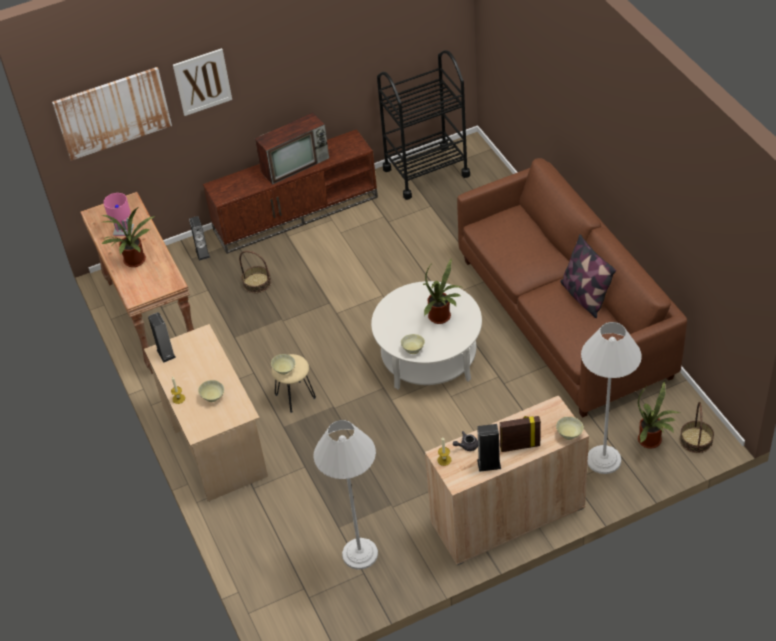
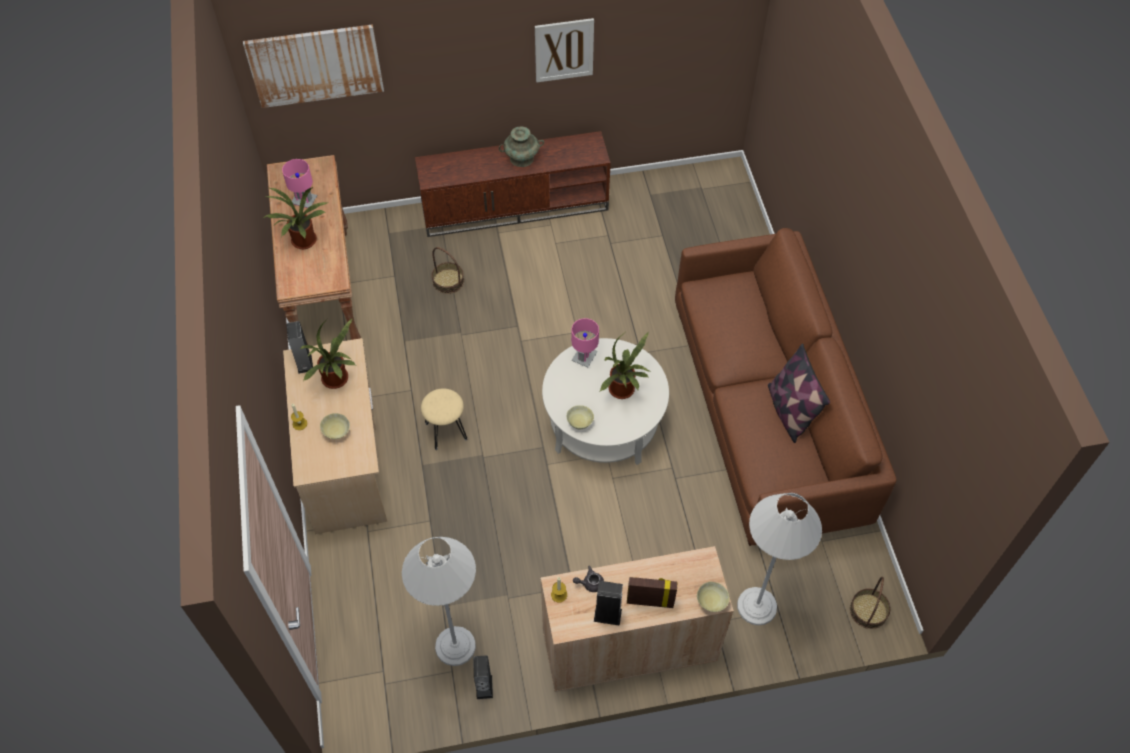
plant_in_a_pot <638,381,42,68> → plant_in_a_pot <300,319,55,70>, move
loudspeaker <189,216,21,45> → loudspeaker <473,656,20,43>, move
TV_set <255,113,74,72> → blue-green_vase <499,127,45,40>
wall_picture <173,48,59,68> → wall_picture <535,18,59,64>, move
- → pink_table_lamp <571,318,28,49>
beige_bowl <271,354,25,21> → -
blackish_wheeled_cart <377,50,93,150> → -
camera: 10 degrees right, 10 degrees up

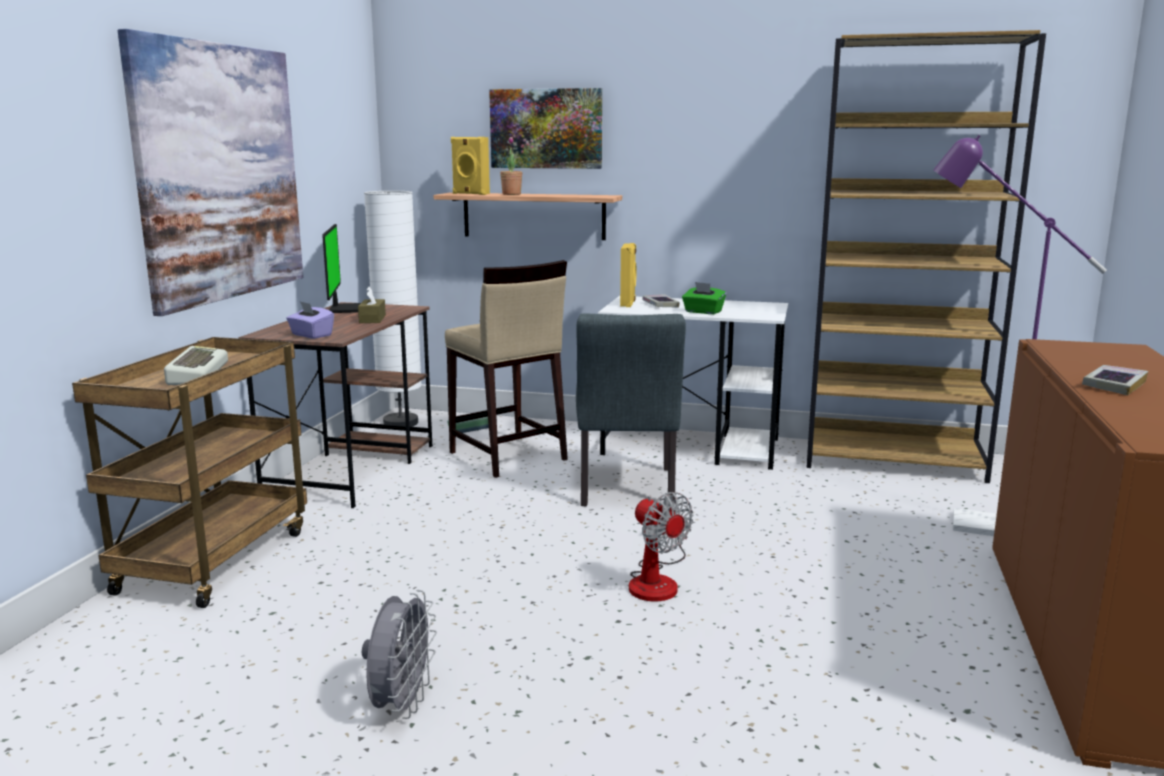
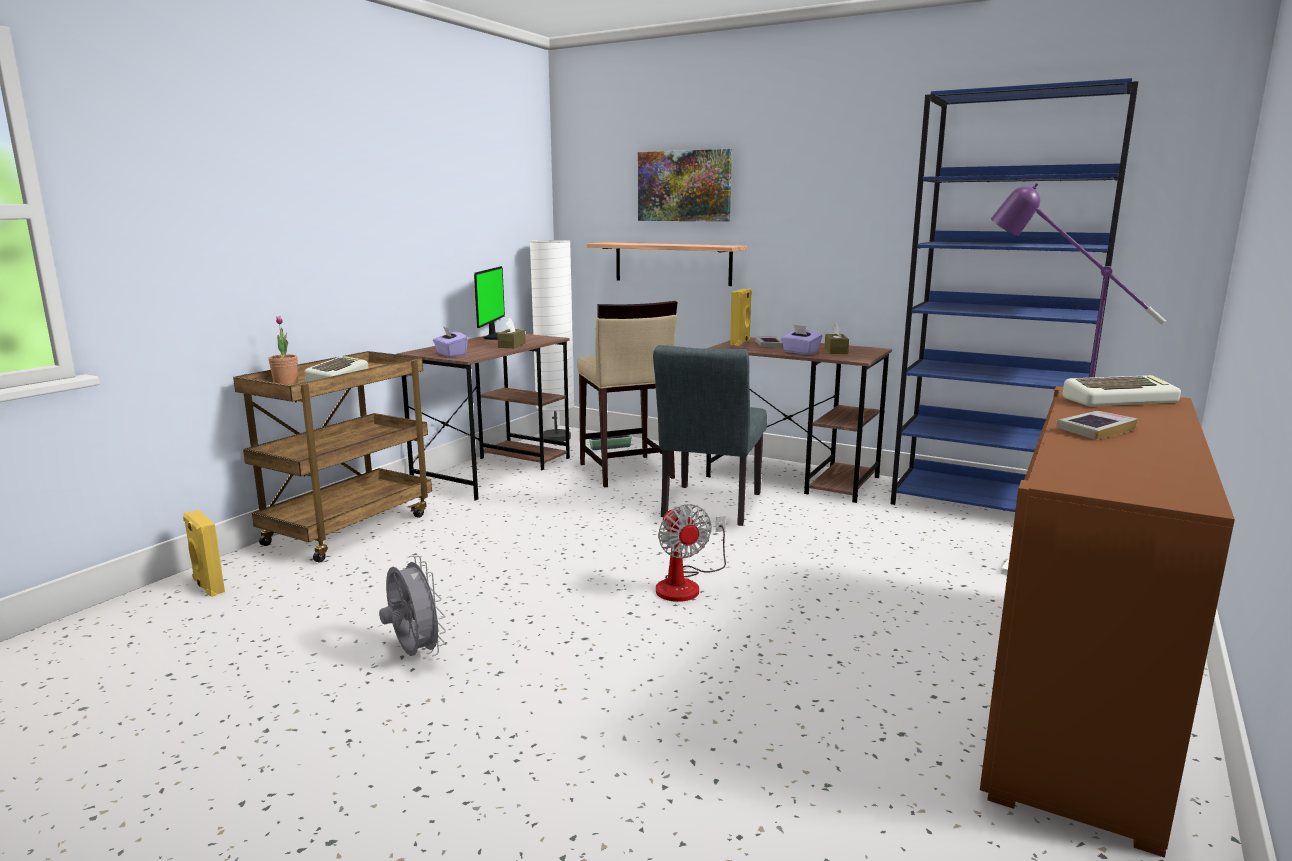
yellow-coloured_loudspeaker <451,137,39,58> → yellow-coloured_loudspeaker <183,510,42,87>, move
plant_in_a_pot <500,137,22,58> → plant_in_a_pot <268,316,30,69>, move
grey_electric_fan <362,590,75,129> → grey_electric_fan <379,555,67,102>, 60 degrees counterclockwise
white-coloured_desk_unit <598,296,190,174> → brownish_desk_unit <706,337,186,166>
greenish_box_of_tissues <682,282,44,32> → purplish_box_of_tissues <781,325,41,30>
- → brownish_box_of_tissues <825,322,24,32>
brownish_shelving_unit <806,30,240,453> → blue_shelving_unit <891,78,248,434>
- → keyboard <1063,375,118,31>
wall_picture <118,29,185,287> → -
camera: 15 degrees right, 0 degrees up

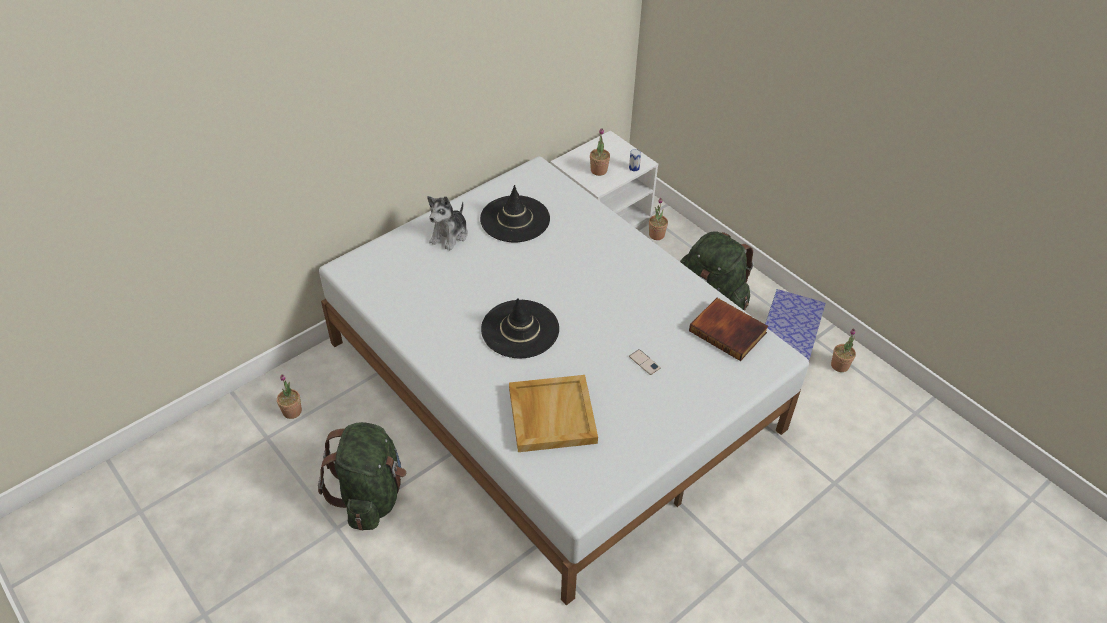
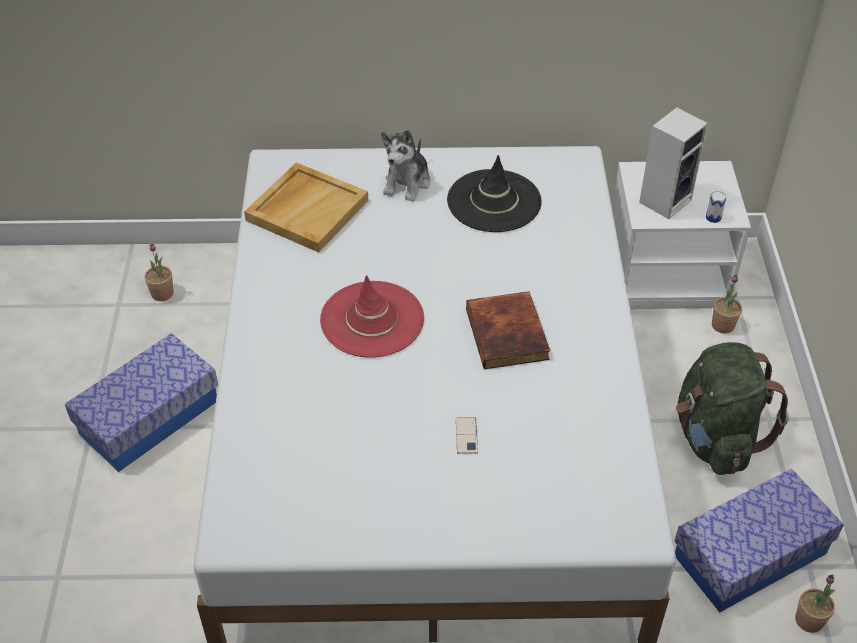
greenish_knapsack <318,422,88,108> → storage_box <65,333,153,139>
beige_tray <509,375,89,77> → beige_tray <244,162,124,90>, move
blackish_clothing_hat <481,298,78,60> → red_clothing_hat <320,275,104,83>
cuddly_toy <428,196,40,54> → cuddly_toy <381,130,50,72>, 45 degrees counterclockwise
bound_book <689,298,79,63> → bound_book <466,291,84,78>, move
plant_in_a_pot <590,128,20,48> → loudspeaker <639,107,69,112>
camera: 40 degrees right, 0 degrees up

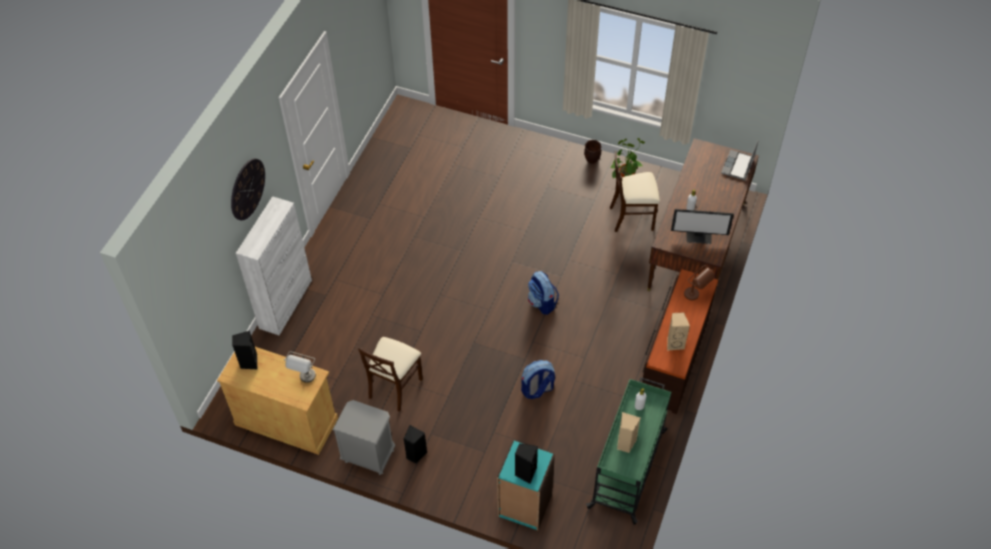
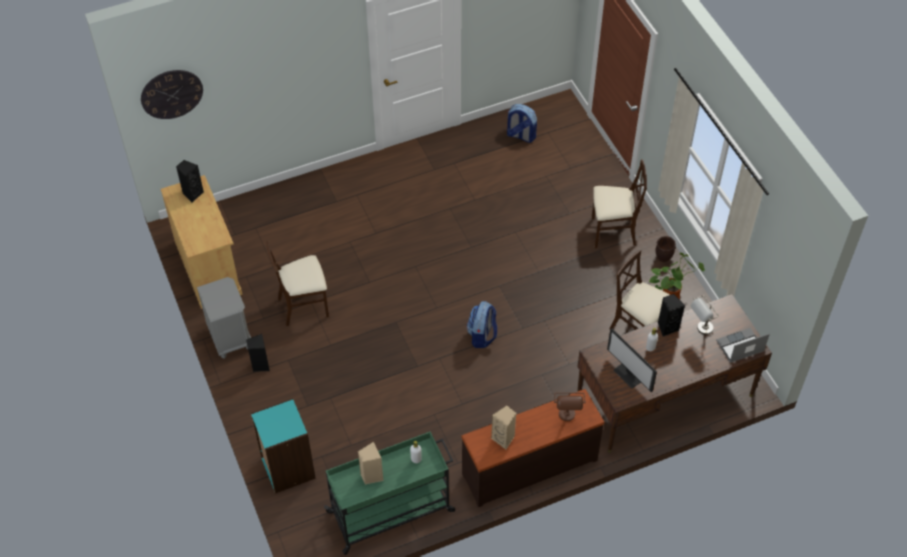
clock_on_the_wall <231,159,34,61> → clock_on_the_wall <141,70,62,49>, move
knapsack <521,360,34,39> → knapsack <507,104,30,39>, move
- → beige_upright_chair <591,159,56,89>
blackish_loudspeaker <515,443,23,41> → blackish_loudspeaker <658,294,27,43>, move
grey_table_lamp <284,351,32,32> → grey_table_lamp <691,296,28,39>, move
white-coloured_cabinet <236,196,76,139> → -
camera: 45 degrees right, 0 degrees up

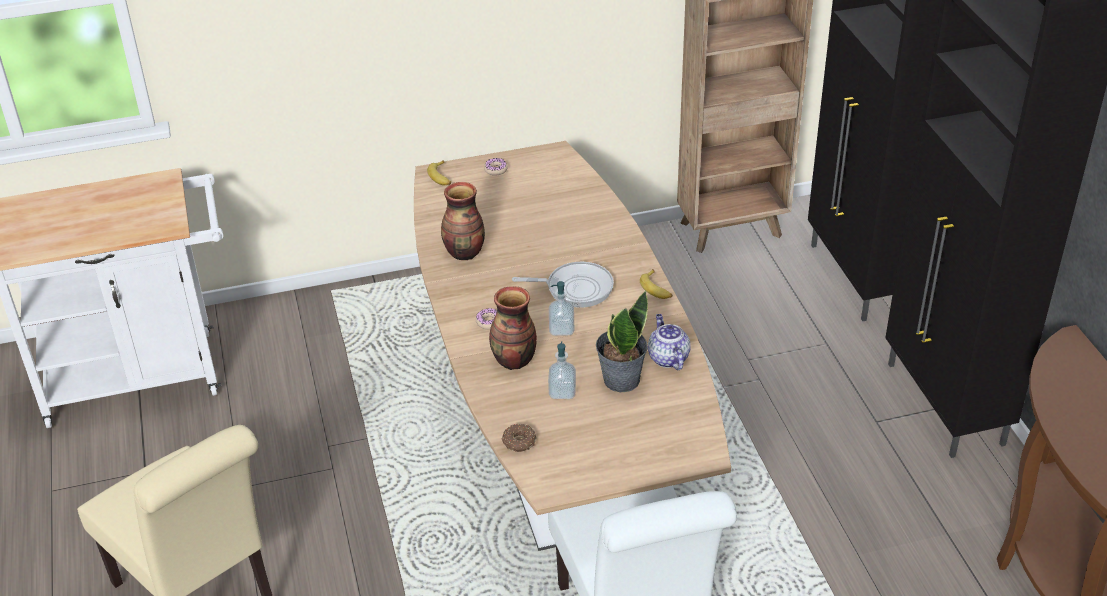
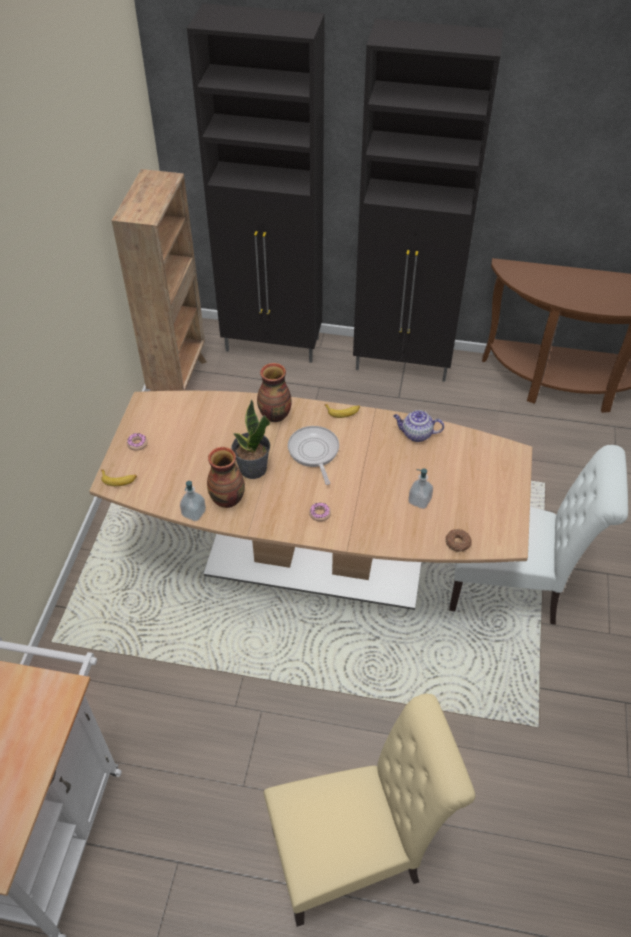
soap_bottle <549,281,25,55> → soap_bottle <180,481,26,40>, move
plant_in_a_pot <596,291,52,101> → plant_in_a_pot <231,399,39,80>, move
vase <489,286,48,84> → vase <257,363,35,59>, move
skillet <512,262,102,46> → skillet <288,426,51,59>, 45 degrees counterclockwise
camera: 65 degrees left, 10 degrees up

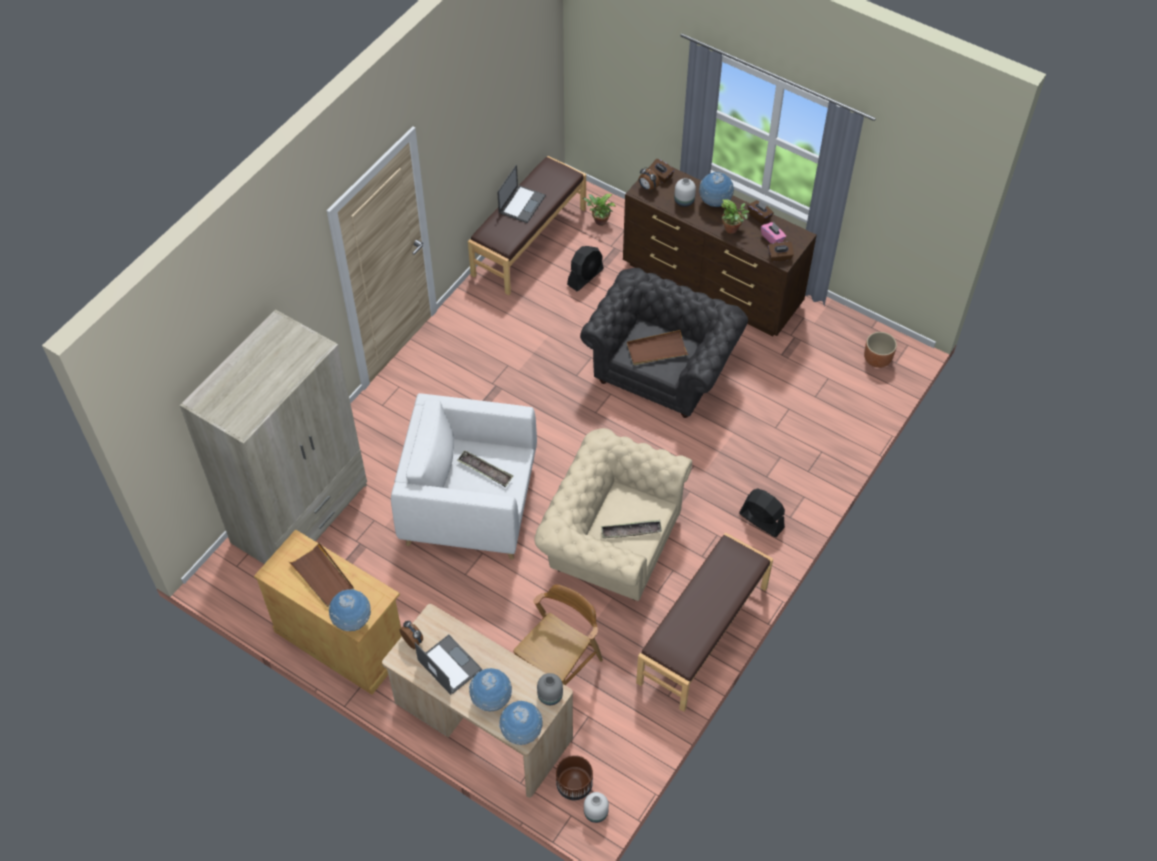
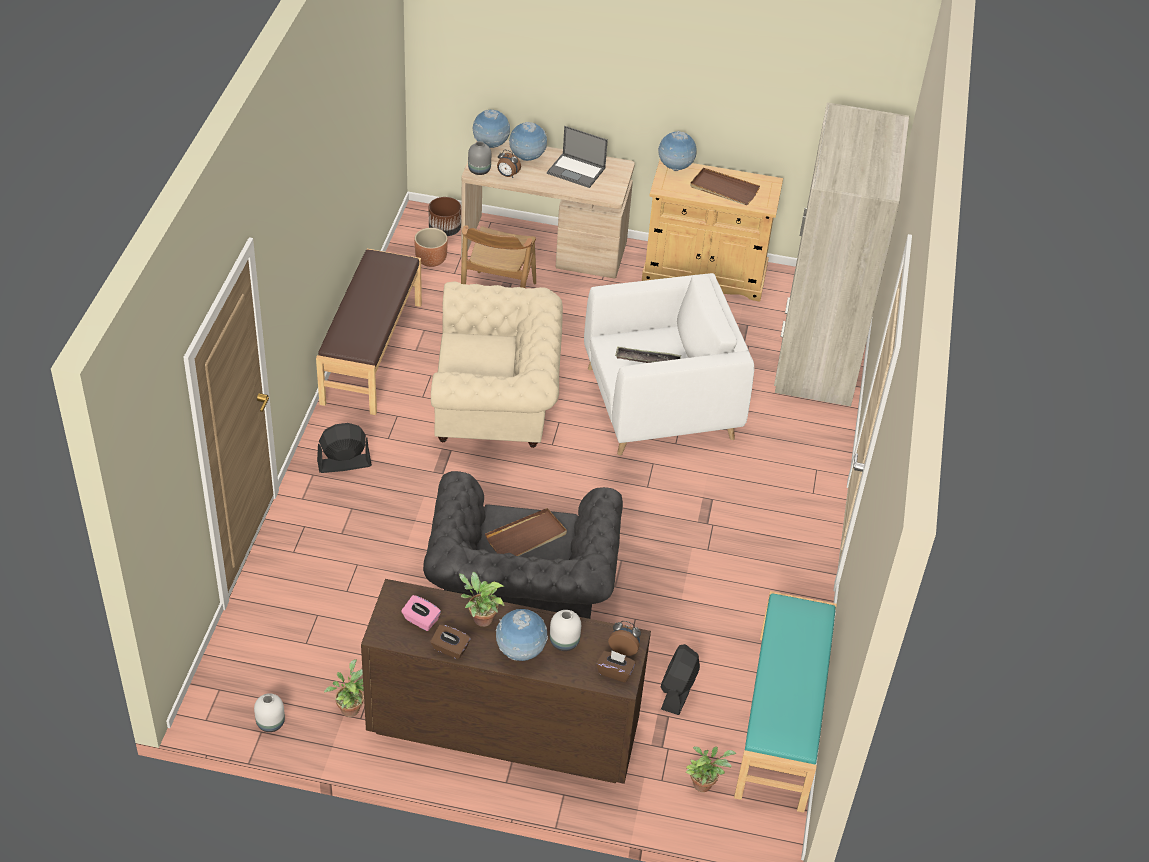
white-coloured_vase <584,792,25,31> → white-coloured_vase <254,693,31,39>, move
blackish_electric_fan <739,488,46,49> → blackish_electric_fan <317,423,55,50>, 150 degrees clockwise
- → plant_in_a_pot <324,659,40,58>
brownish_flower_pot <864,332,33,36> → brownish_flower_pot <414,228,34,39>, move
table_clock <399,621,24,28> → table_clock <497,150,24,28>, move
brownish_bench <468,156,118,139> → blue-green_bench <734,591,103,222>
laptop <497,165,49,58> → -
tray <601,520,61,18> → -
brownish_box_of_tissues <768,242,26,20> → -
camera: 155 degrees right, 10 degrees down

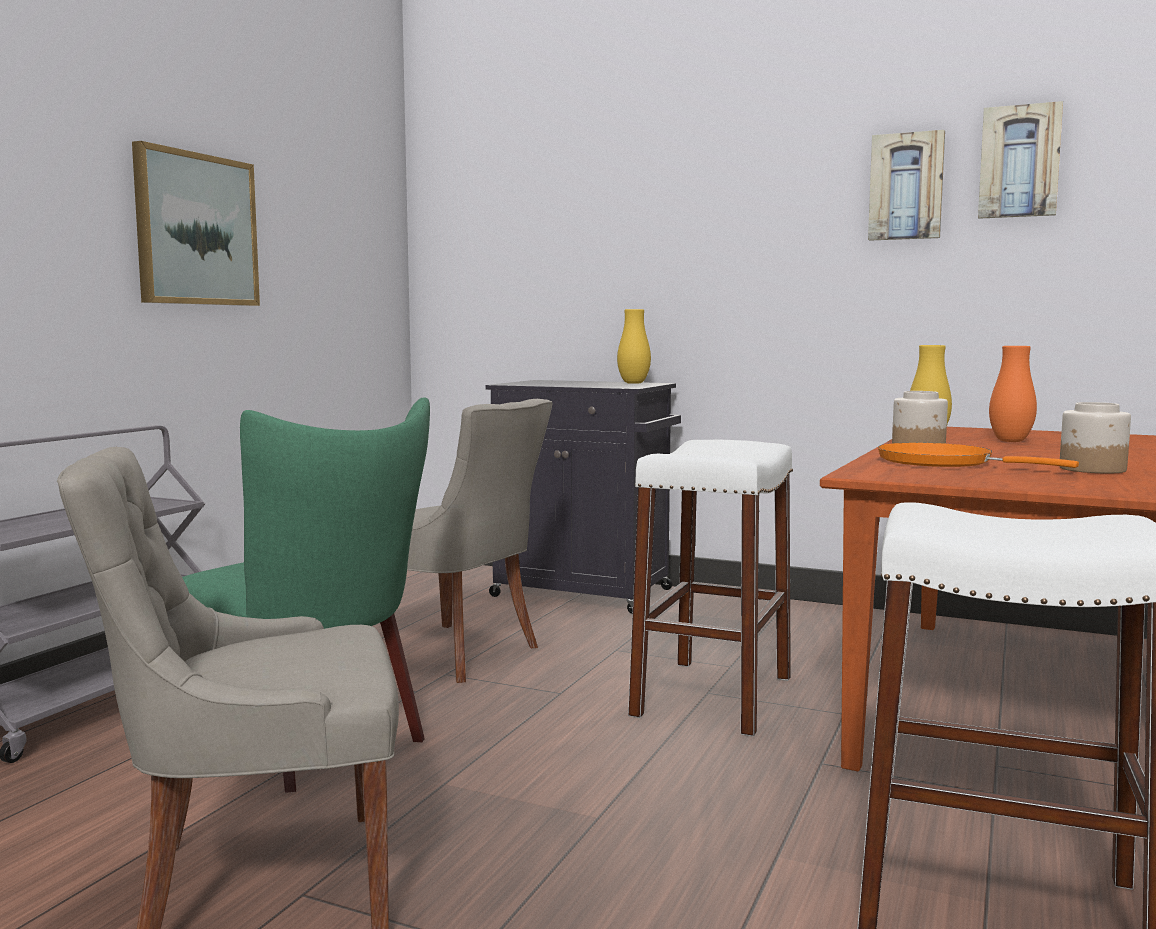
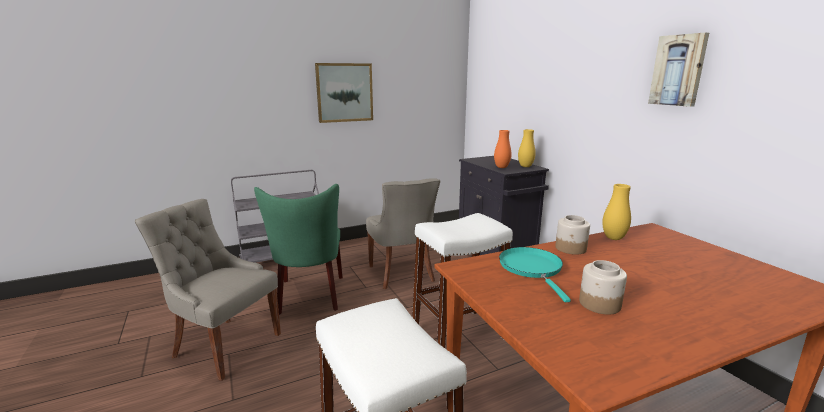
orangey_vase <989,346,48,96> → orangey_vase <494,130,18,38>, move
orangey_skillet <878,443,201,25> → blue-green_skillet <499,247,72,55>
wall_picture <978,101,85,118> → -
camera: 40 degrees right, 10 degrees up

